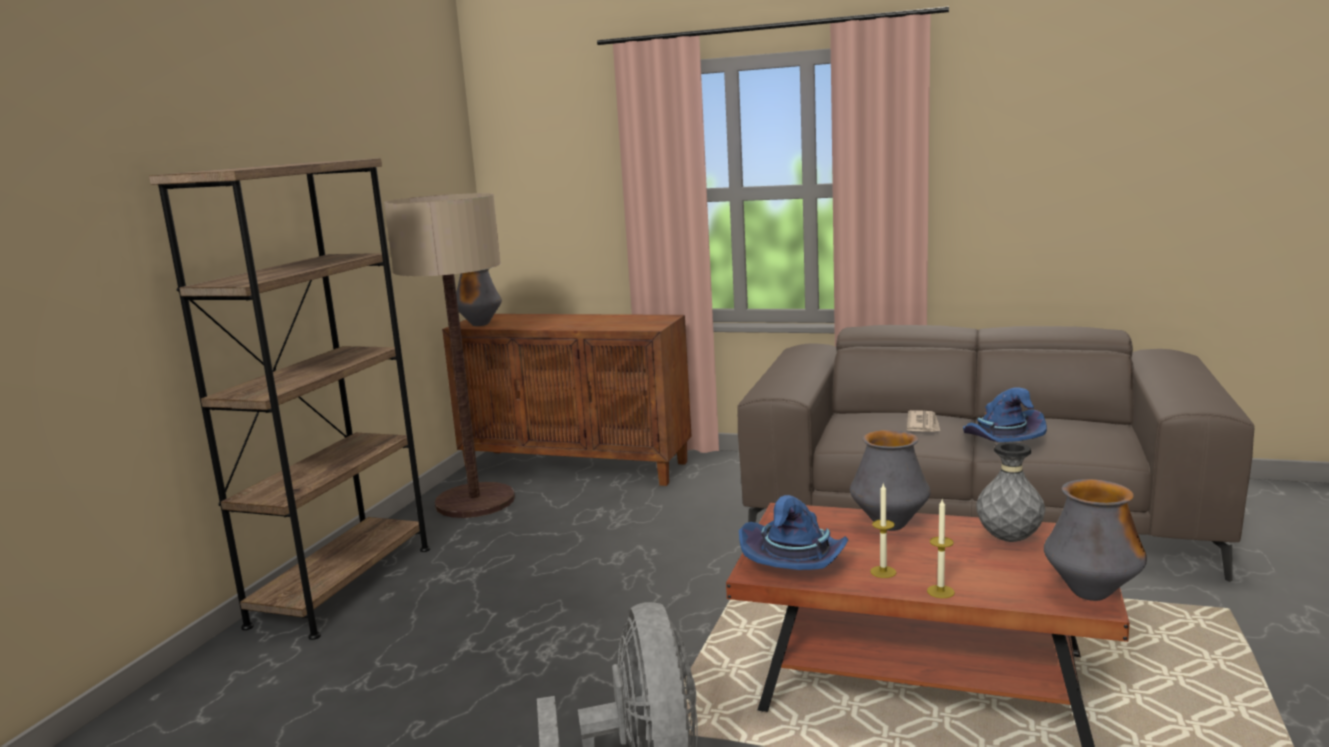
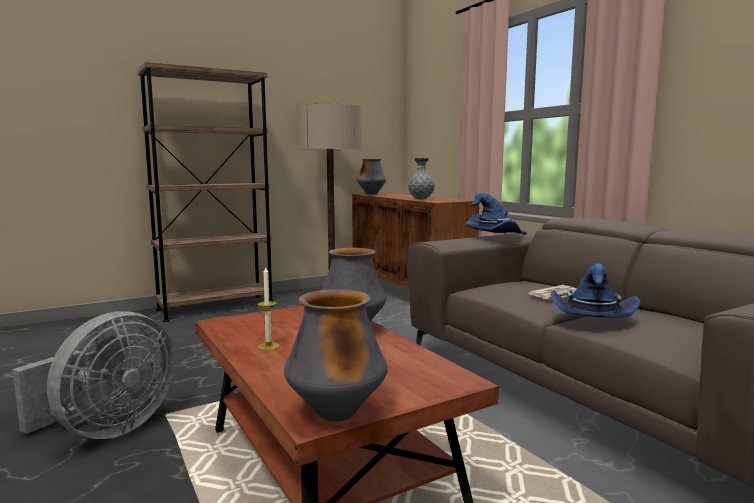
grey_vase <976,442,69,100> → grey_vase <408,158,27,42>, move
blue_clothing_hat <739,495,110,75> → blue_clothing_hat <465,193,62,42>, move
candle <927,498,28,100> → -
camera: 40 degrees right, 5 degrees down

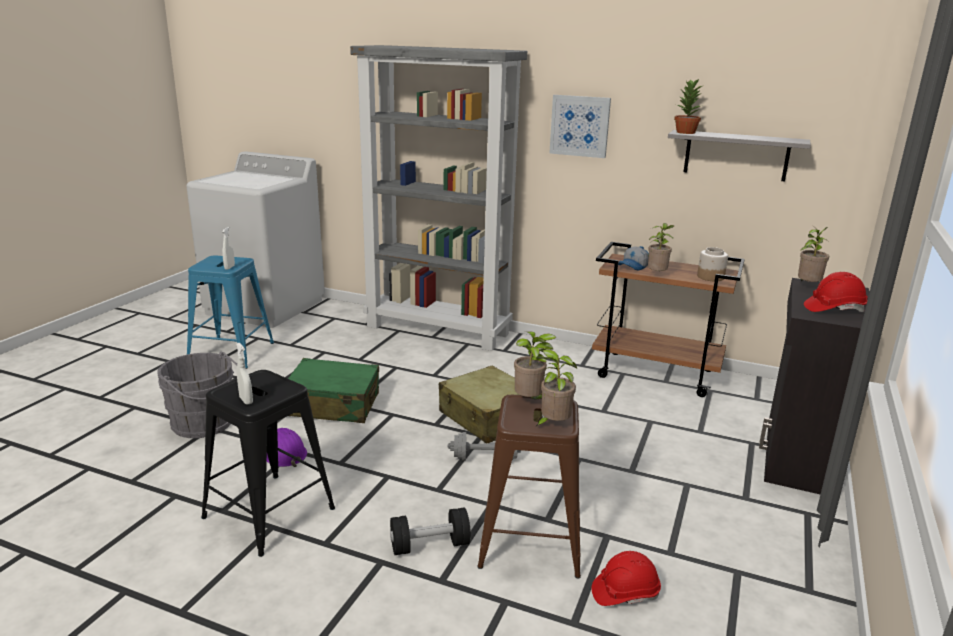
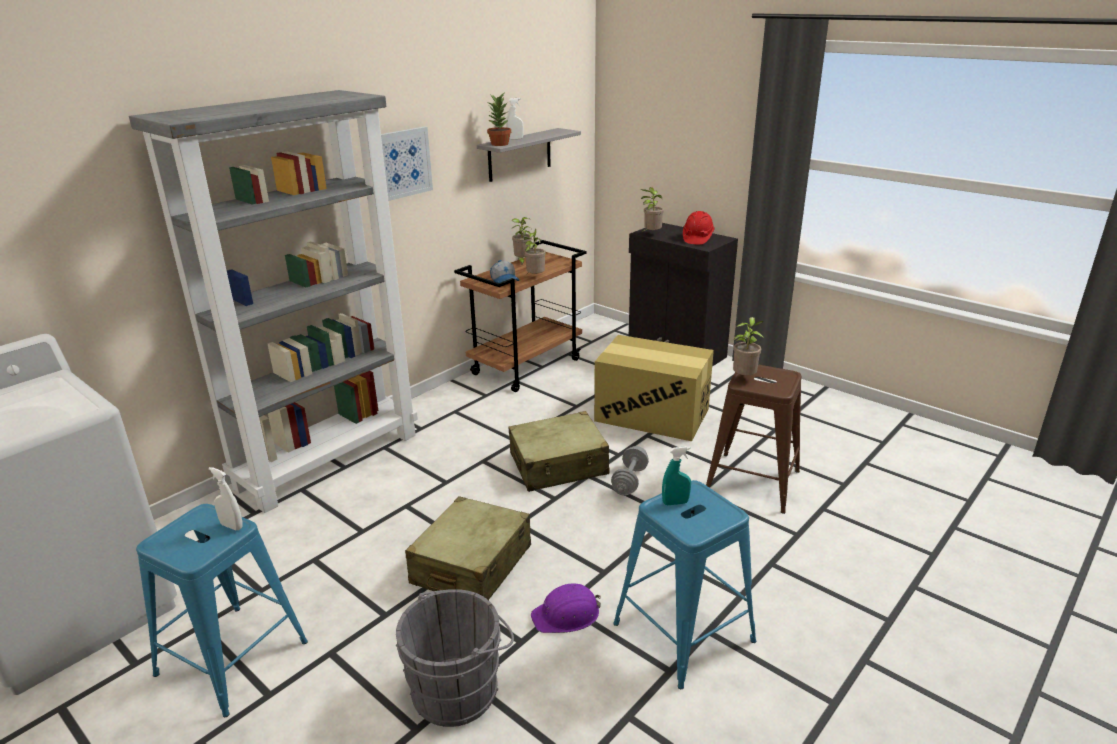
greenish_piece_of_luggage <288,358,91,65> → beige_piece_of_luggage <405,496,126,104>
white-coloured_sprayer <236,343,17,62> → white-coloured_sprayer <506,98,18,42>, move
plant_in_a_pot <535,349,42,78> → plant_in_a_pot <511,217,21,49>, move
- → cardboard_box <594,335,120,106>
blackish_sitting_stool <201,370,134,187> → blue_sitting_stool <613,480,143,209>
- → blue-green_sprayer <662,446,29,59>
blackish_dumbbell <390,508,81,47> → -
red_hard_hat <591,551,70,55> → -
preserve_jar <697,247,31,34> → -
camera: 70 degrees left, 5 degrees up

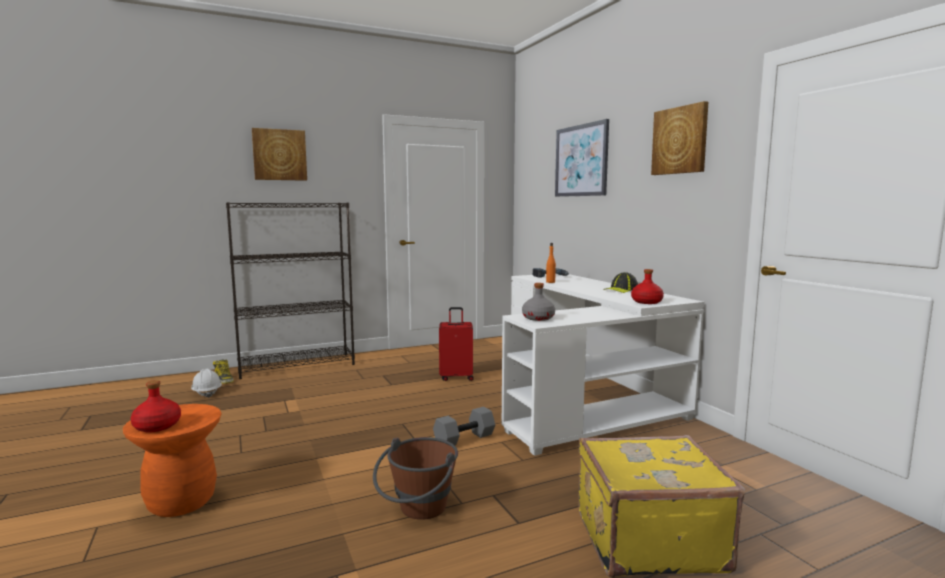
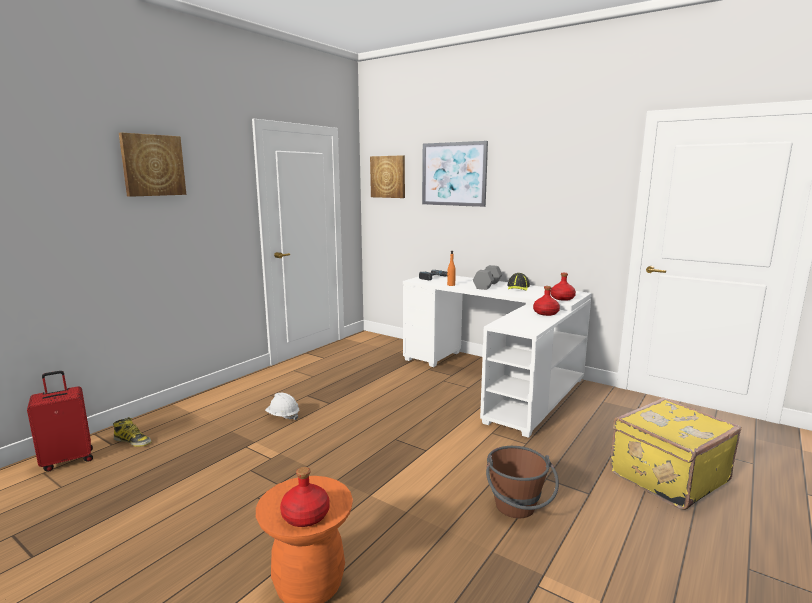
red_piece_of_luggage <439,307,35,74> → red_piece_of_luggage <27,371,66,100>, move
white-coloured_hard_hat <191,369,31,29> → white-coloured_hard_hat <265,393,34,27>, move
wall_picture <651,101,57,74> → wall_picture <370,155,35,43>, move
grey_dumbbell <433,407,62,38> → grey_dumbbell <473,265,29,25>, move
- → red_drink_bottle <533,286,27,30>
blackish_shelving_unit <226,202,129,177> → -
grey_drink_bottle <522,283,33,38> → -
camera: 30 degrees left, 5 degrees up

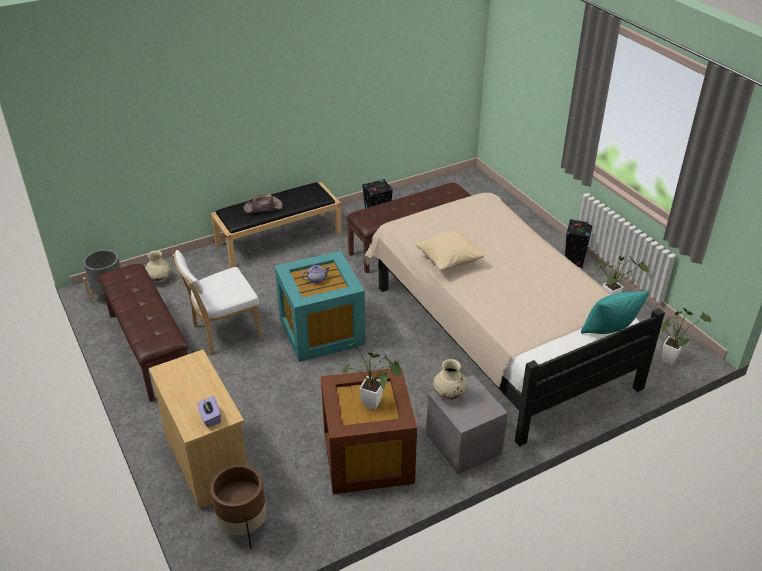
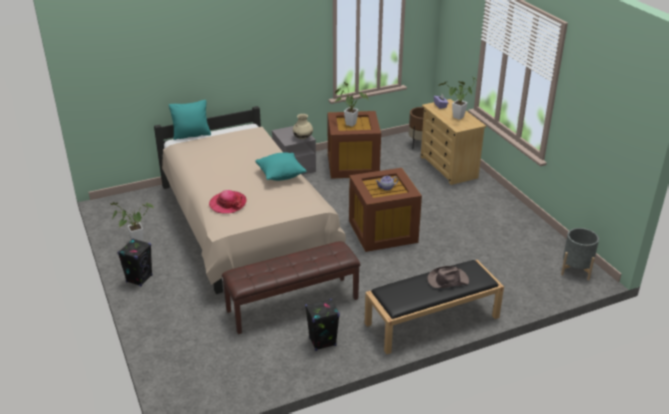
- → clothing_hat <209,190,38,24>
beige_pillow <416,231,68,40> → blue-green_pillow <255,152,52,29>
blue-green_storage_box <275,251,91,111> → brownish_storage_box <349,168,73,84>
plant_in_a_pot <661,308,50,56> → plant_in_a_pot <438,78,39,42>, move
brownish_bench <98,264,90,138> → -
beige_vase <145,251,26,31> → -
white-coloured_upright_chair <173,250,89,104> → -
camera: 175 degrees left, 5 degrees down

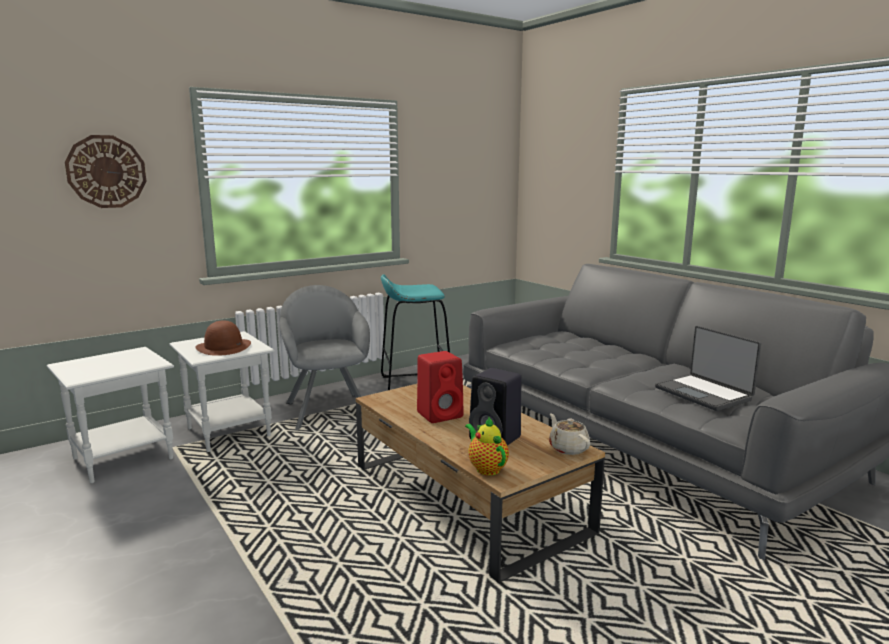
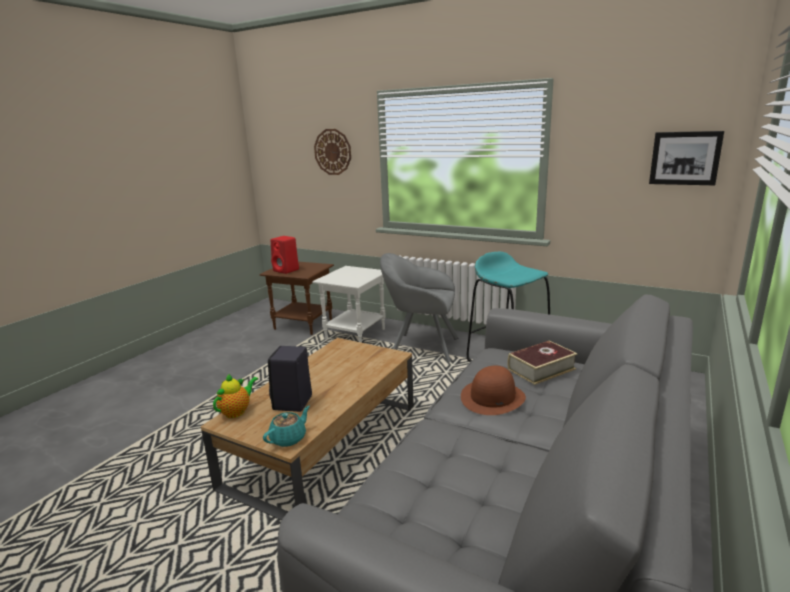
white-coloured_end_table <47,347,127,136> → brownish_end_table <259,262,75,73>
beige_teapot <549,413,41,42> → blue-green_teapot <263,406,47,41>
red_loudspeaker <417,351,46,72> → red_loudspeaker <271,236,28,38>, move
grey_lounge_chair <279,285,91,145> → grey_lounge_chair <380,253,79,109>, 120 degrees counterclockwise
brownish_clothing_hat <195,321,56,35> → brownish_clothing_hat <461,365,65,50>, move
- → bound_book <508,341,70,44>
- → wall_picture <649,131,75,54>
laptop <655,326,106,85> → -
camera: 65 degrees right, 5 degrees up

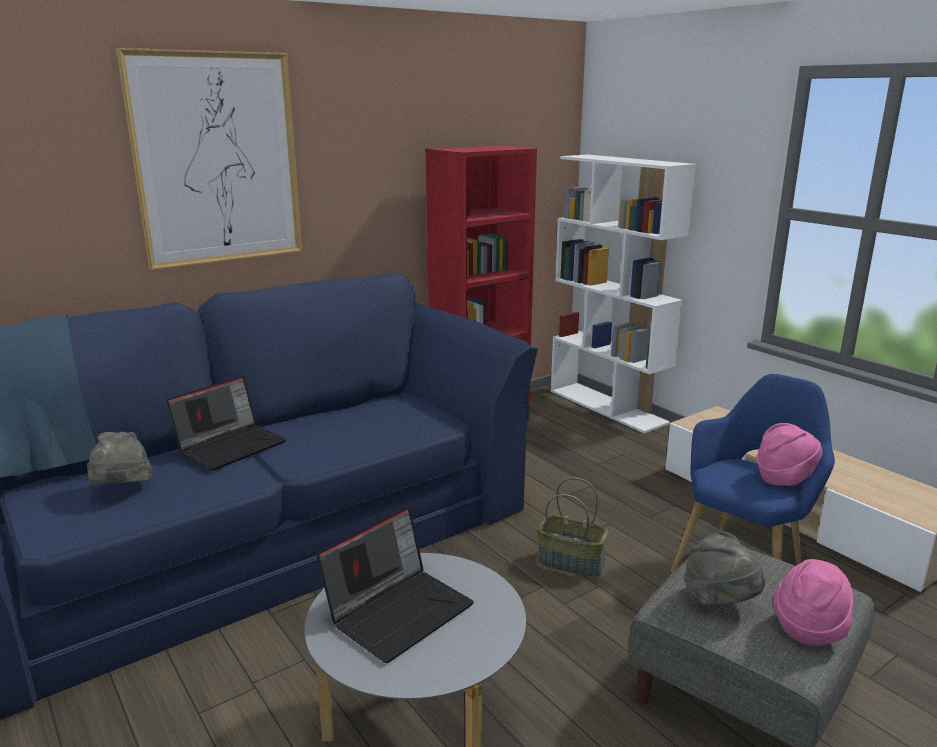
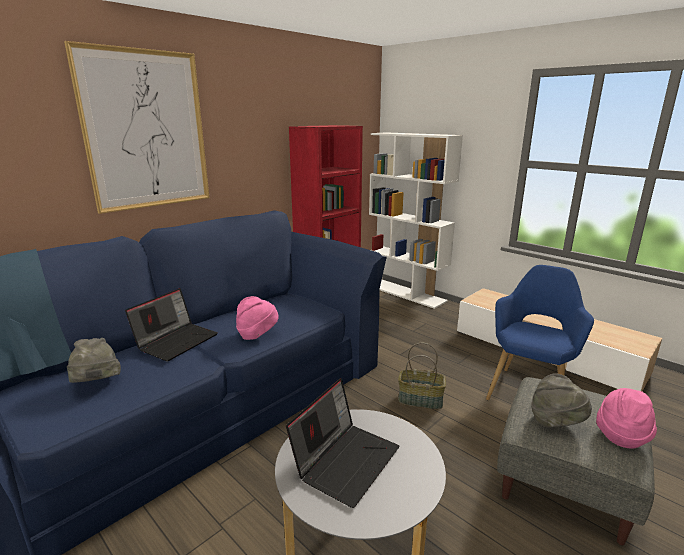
pink_clothing_hat <757,423,66,63> → pink_clothing_hat <236,296,43,44>, move
camera: 10 degrees left, 0 degrees up

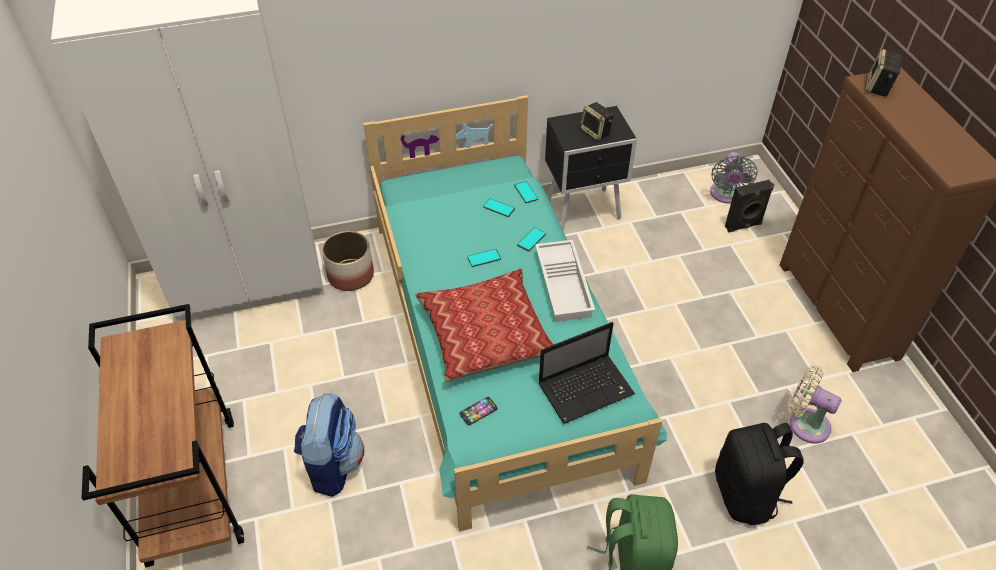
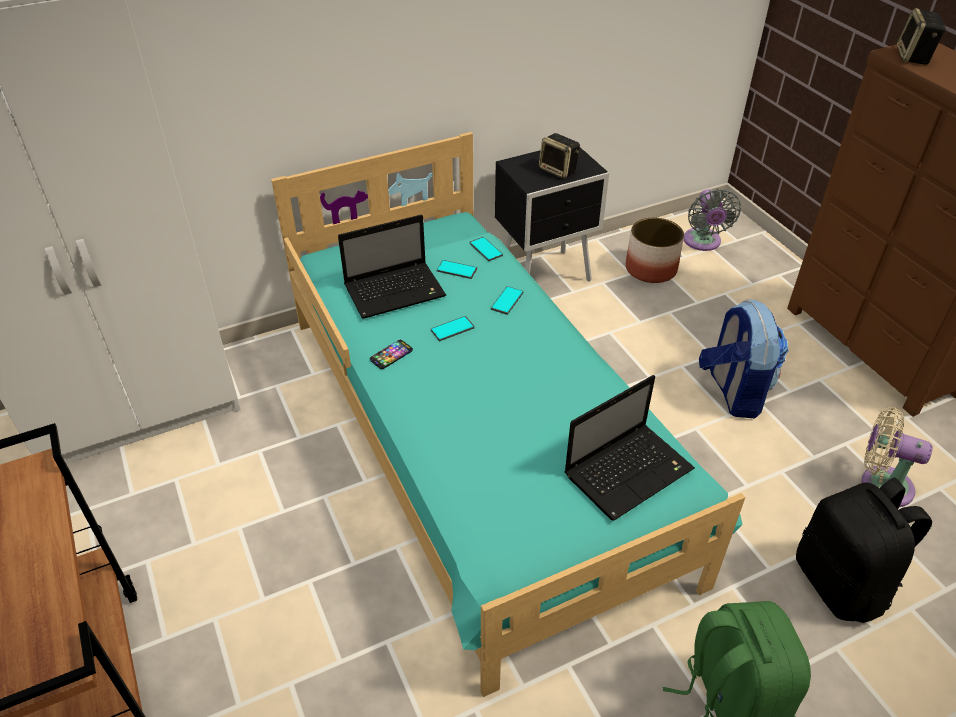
- → laptop <338,215,108,104>
phone <459,397,39,28> → phone <370,340,43,29>, move
flower_pot <322,231,52,60> → flower_pot <626,217,58,66>, move
knapsack <294,393,70,104> → knapsack <699,299,89,120>, move
pillow <415,268,139,114> → -
white-coloured_tray <535,240,60,82> → -
blackish_loudspeaker <725,180,49,52> → -
camera: 10 degrees left, 5 degrees down

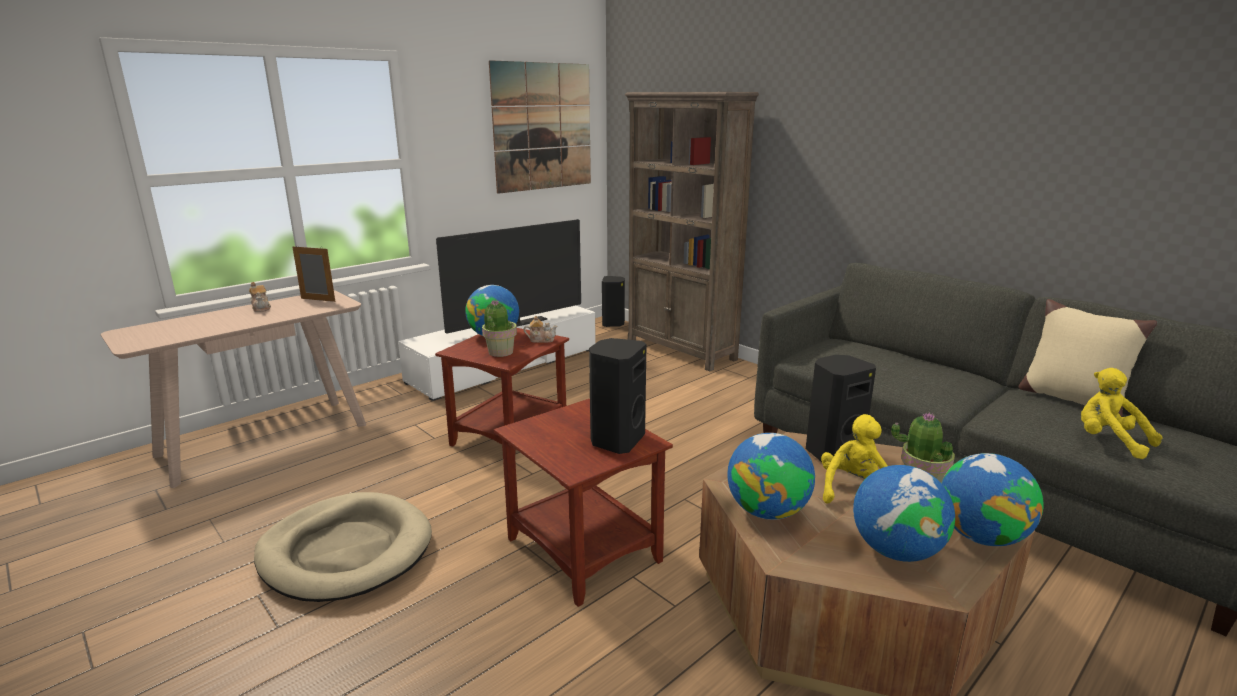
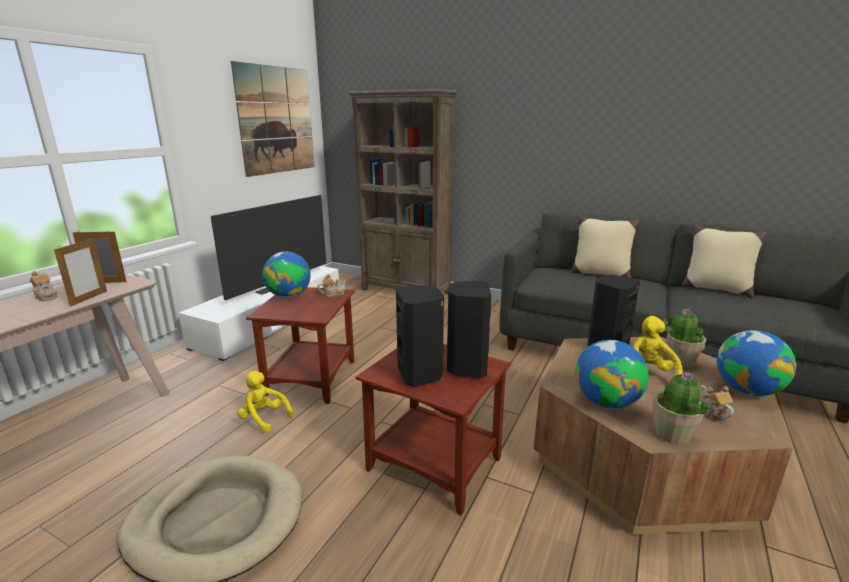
- → picture_frame <54,238,53,69>
yellow-coloured_cuddly_toy <1081,368,82,91> → yellow-coloured_cuddly_toy <237,371,56,62>, move
blackish_loudspeaker <602,276,23,51> → blackish_loudspeaker <396,286,48,101>, move
- → beige_pillow <571,215,68,63>
plant_in_a_pot <482,300,35,57> → plant_in_a_pot <652,371,58,74>, move
world_globe <853,465,102,97> → teapot <699,385,35,37>
camera: 20 degrees left, 0 degrees up

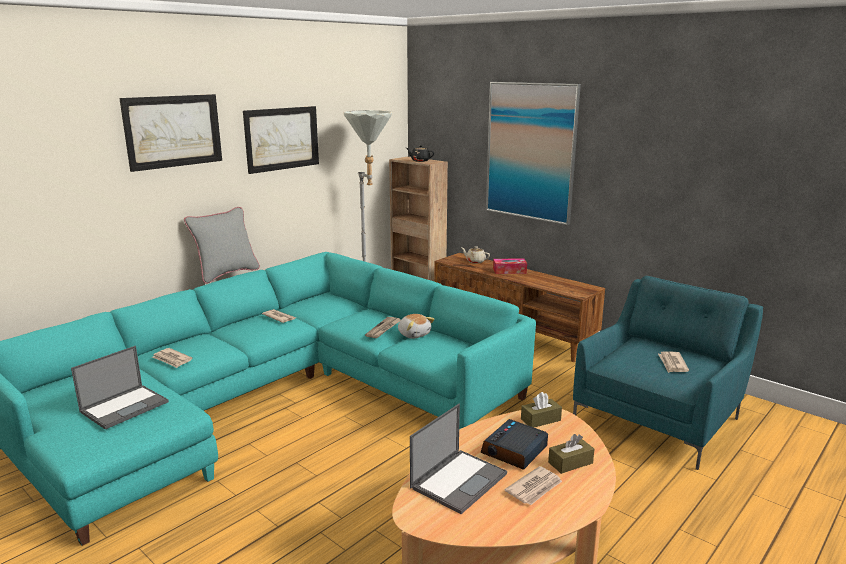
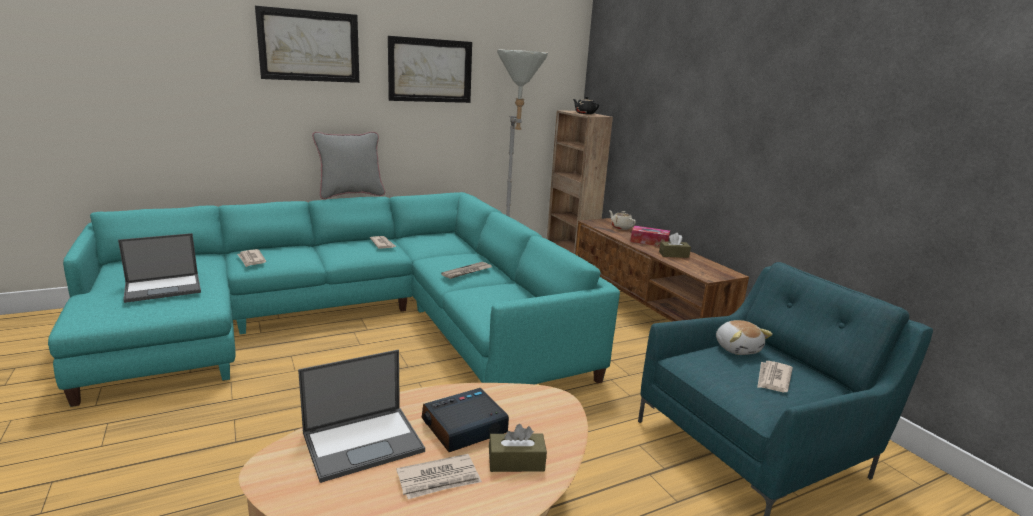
brownish_box_of_tissues <521,392,41,35> → brownish_box_of_tissues <659,233,32,25>, move
cuddly_toy <398,314,37,25> → cuddly_toy <716,320,57,35>, move
wall_picture <486,82,95,143> → -
camera: 20 degrees right, 0 degrees up

